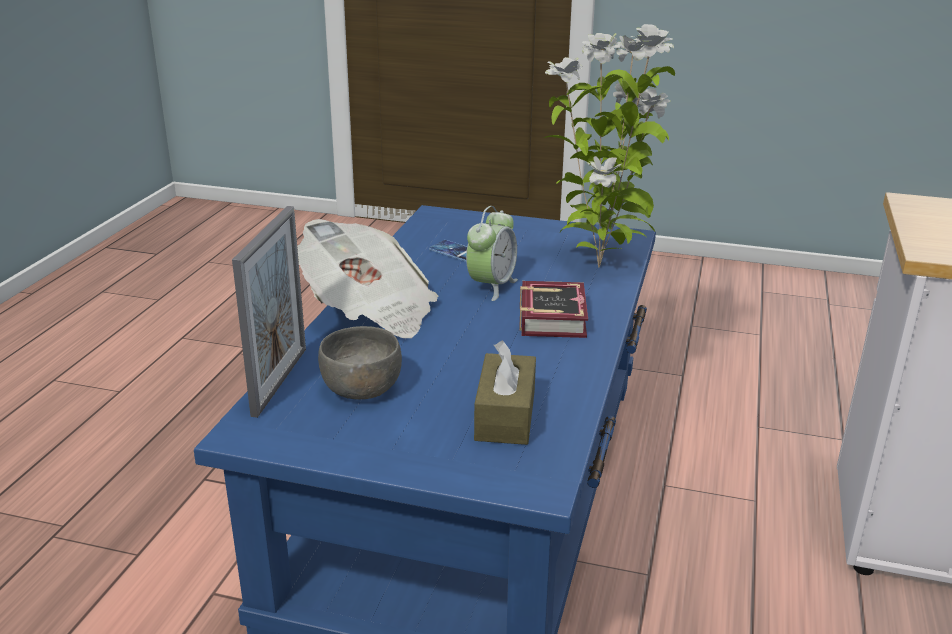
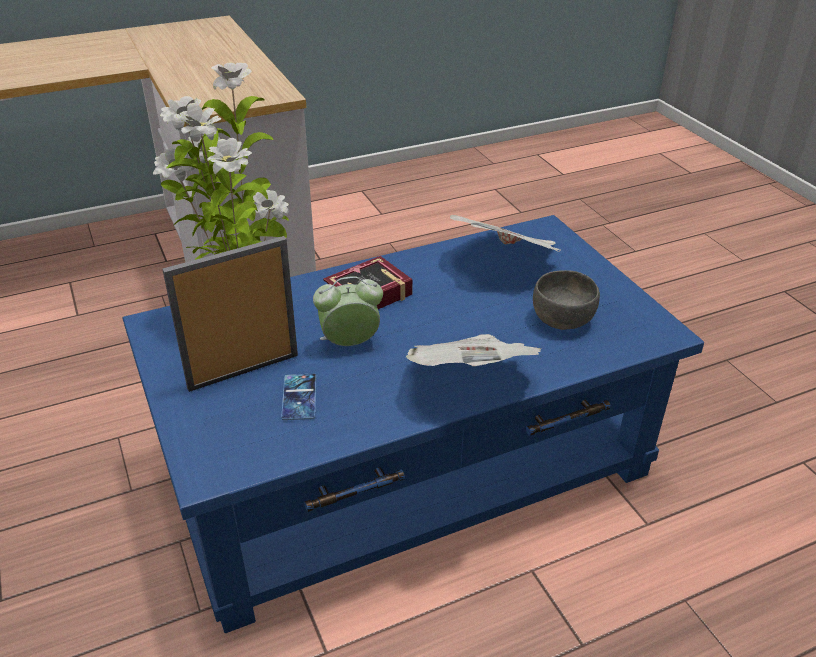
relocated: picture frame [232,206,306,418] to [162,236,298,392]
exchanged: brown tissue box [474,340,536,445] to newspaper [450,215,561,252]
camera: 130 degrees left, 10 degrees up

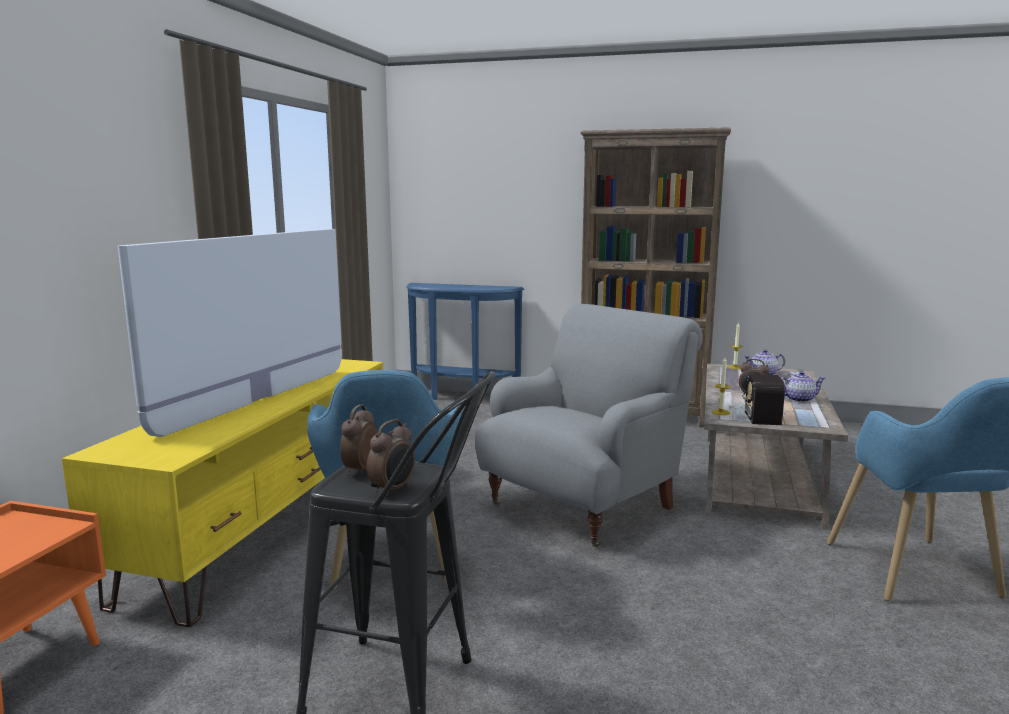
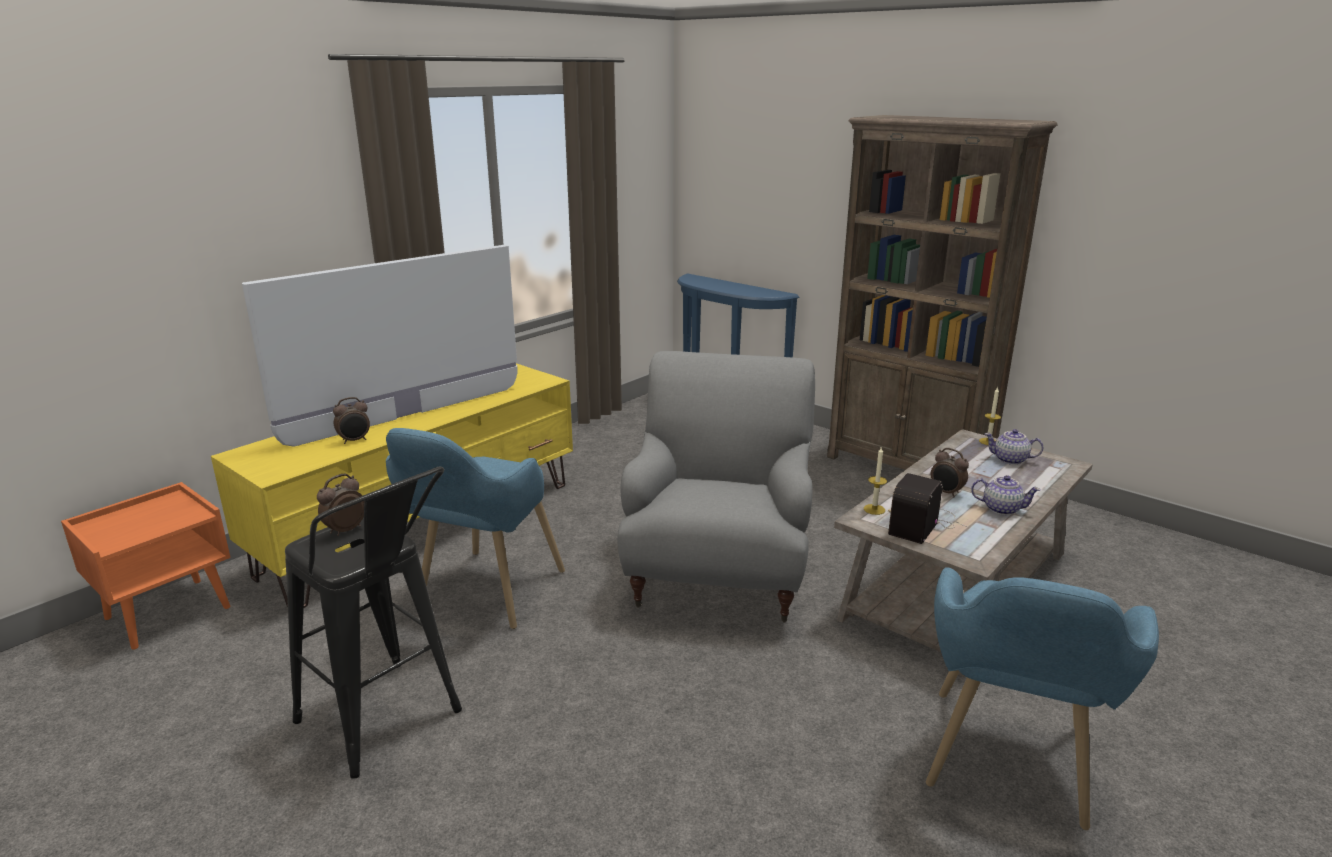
relocated: alarm clock [366,419,415,496] to [333,397,370,444]
spun: grey armchair [475,304,703,548] = [617,351,815,622] 60 degrees counterclockwise
camera: 25 degrees right, 10 degrees up

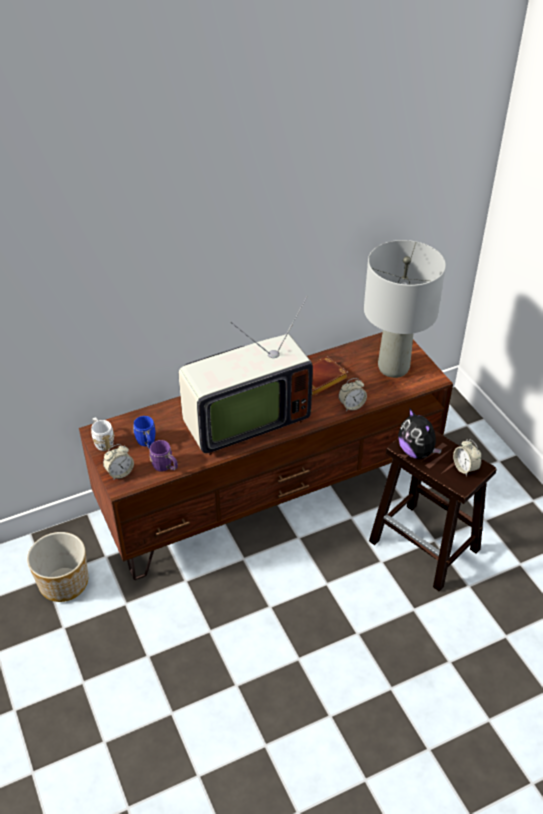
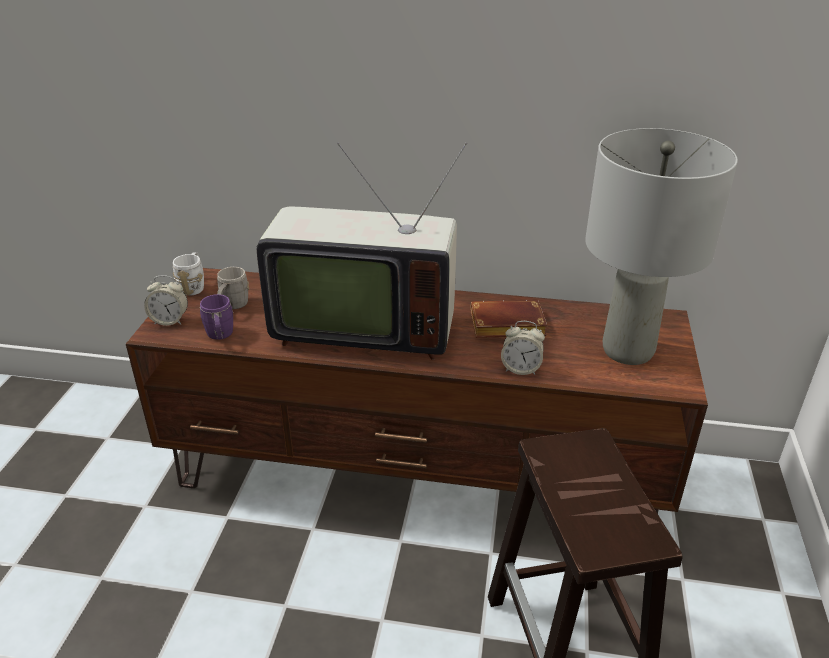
missing: plush toy [398,408,442,459]; alarm clock [453,439,482,476]; planter [27,532,88,602]
colour: blue mug [133,416,155,449] to grey mug [217,267,249,309]
camera: 35 degrees right, 10 degrees down

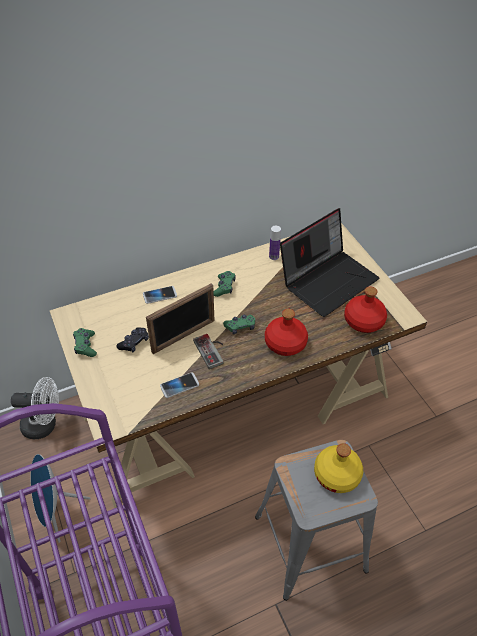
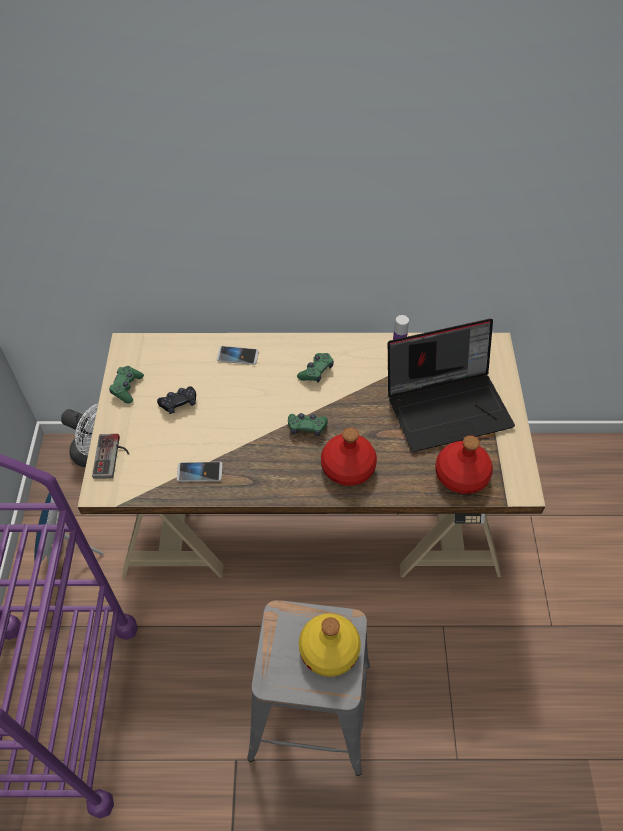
missing: picture frame [146,283,214,354]
relocated: game controller [193,334,223,369] to [92,434,129,479]
camera: 25 degrees right, 5 degrees up

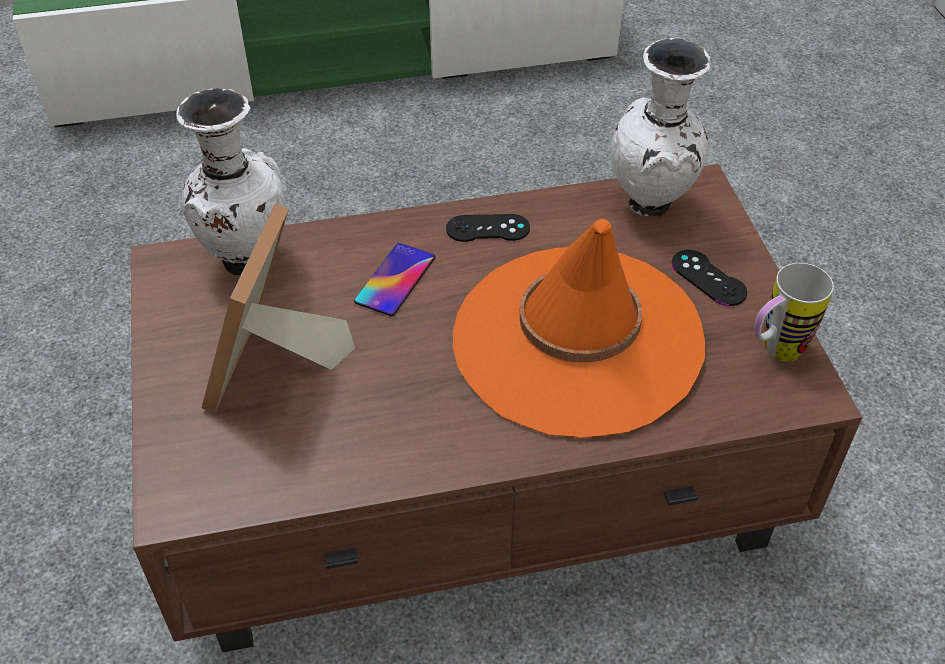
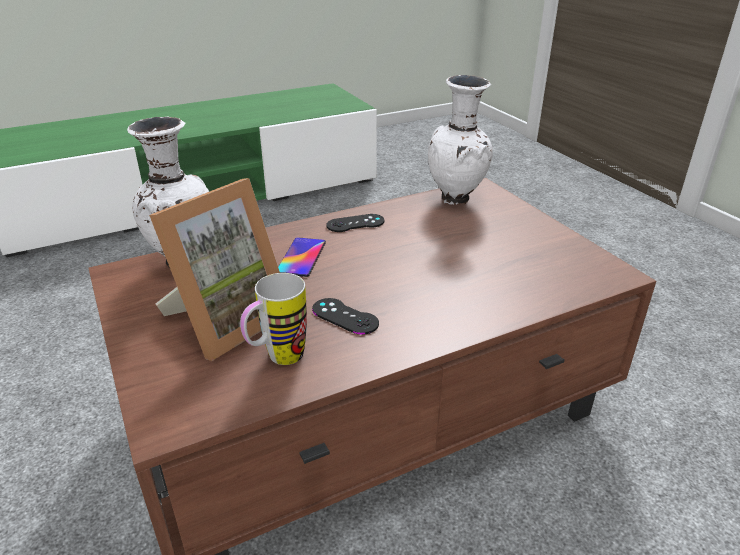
missing: orange hat [453,219,705,438]
relocated: black game controller [672,250,747,306] to [312,298,379,335]; mug [754,263,834,362] to [240,273,307,365]
spun: picture frame [202,203,355,413] = [149,178,280,361] 135 degrees counterclockwise
camera: 15 degrees left, 15 degrees down

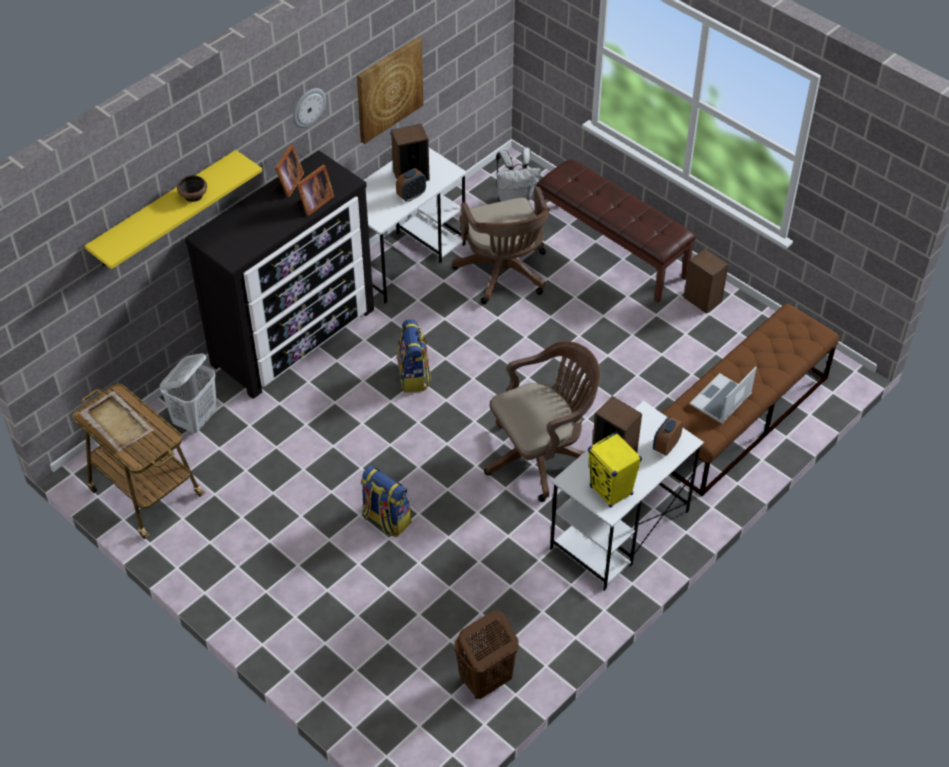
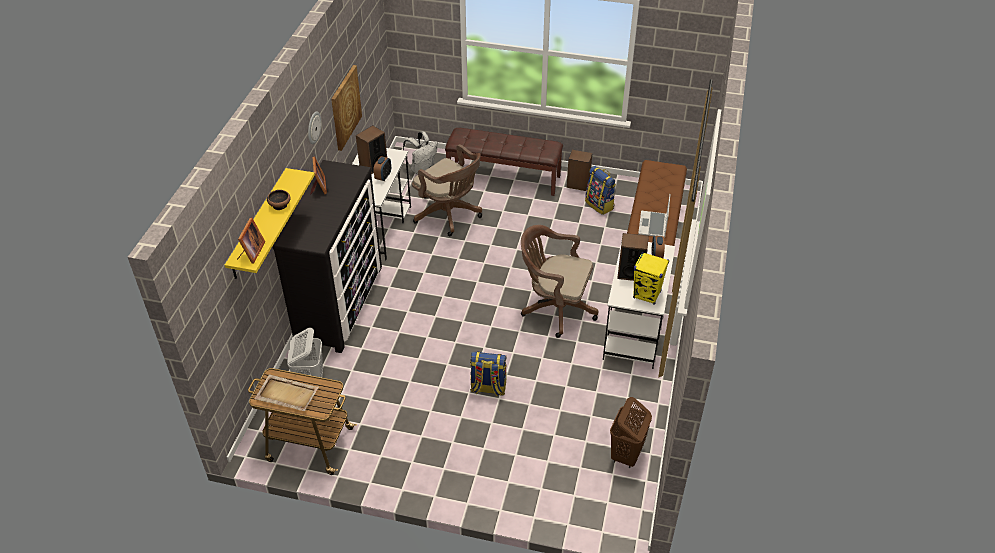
relocated: picture frame [295,165,335,216] to [237,218,265,263]; backpack [397,319,431,393] to [585,166,616,215]
spun: brown office chair [484,341,600,502] = [521,225,599,338] 105 degrees counterclockwise
camera: 30 degrees left, 5 degrees down

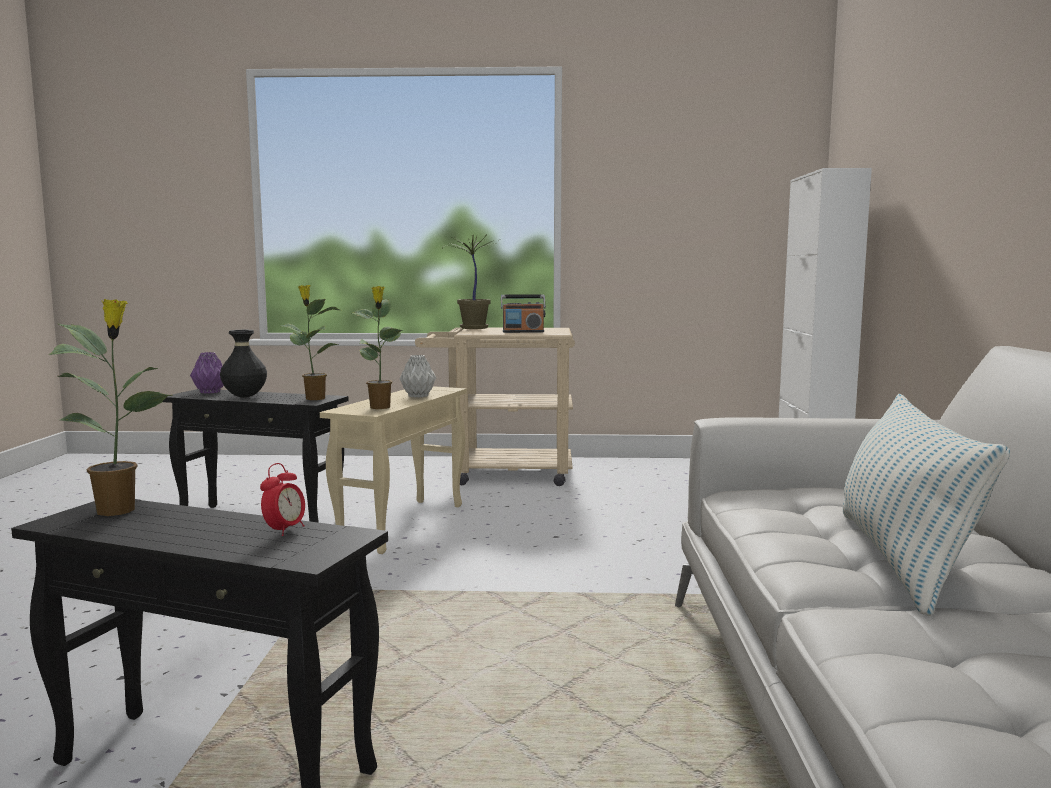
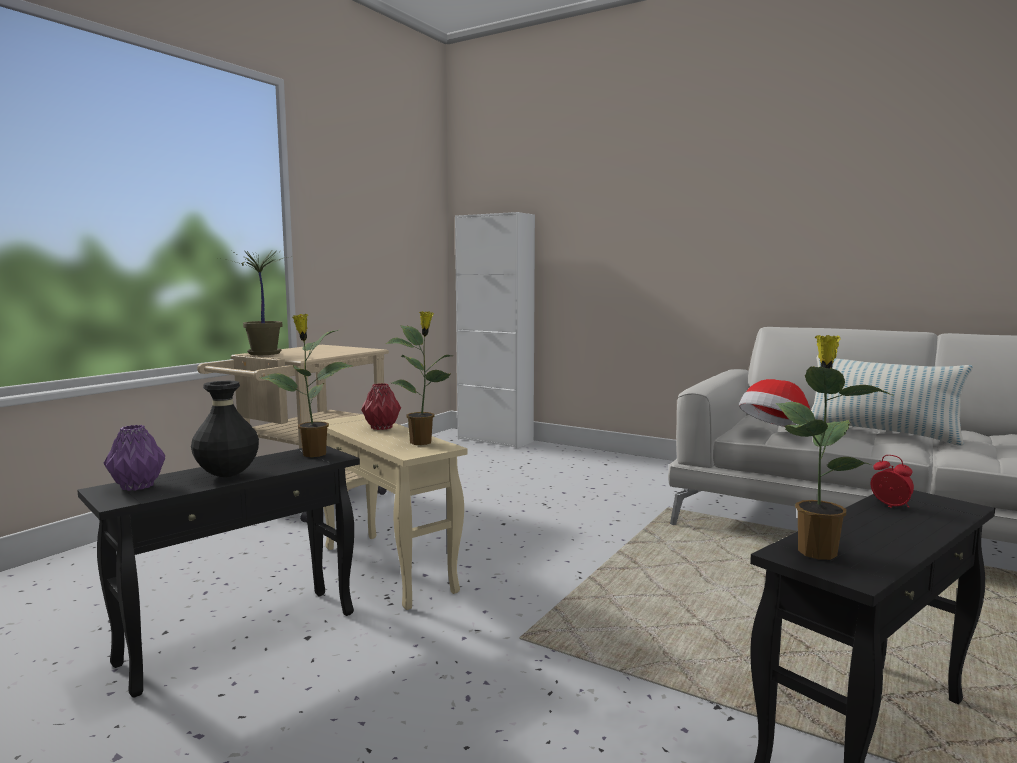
missing: radio [501,295,546,333]
appeared: hat [739,379,810,427]
colour: grey vase [400,355,436,398] to red vase [361,383,401,430]
camera: 60 degrees left, 0 degrees up

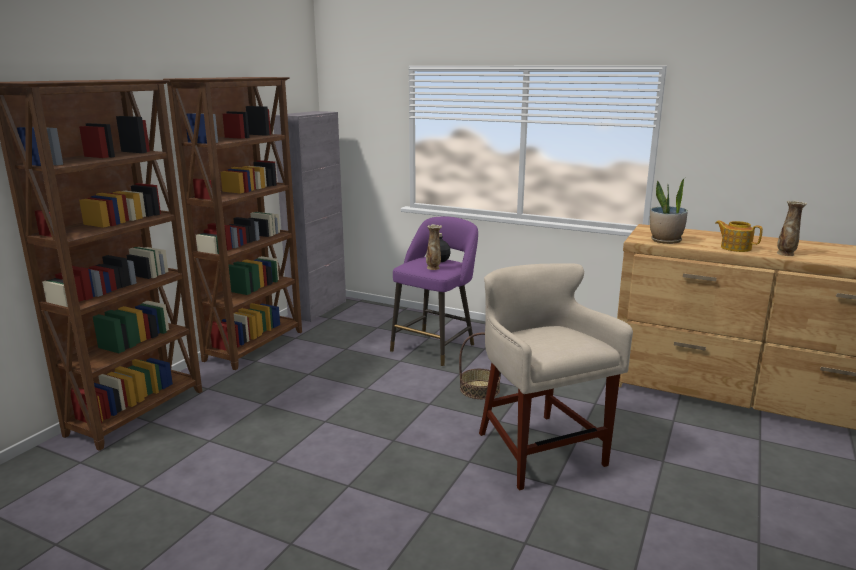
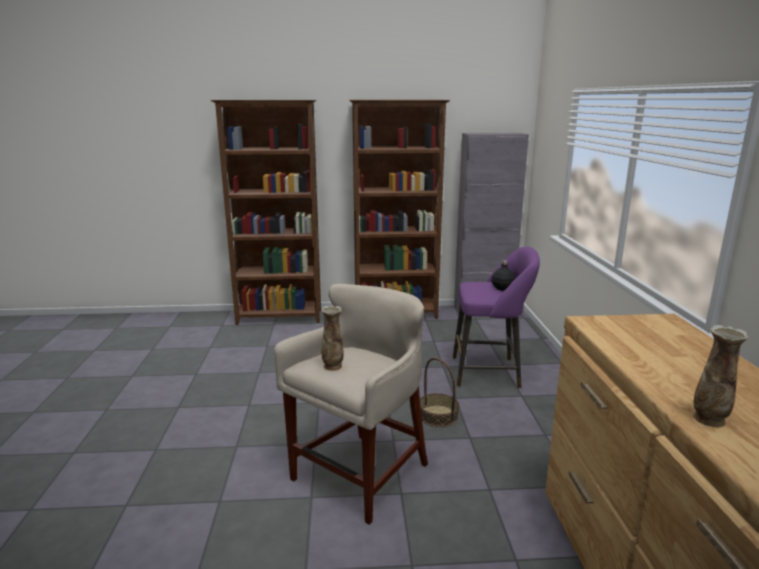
missing: potted plant [650,178,688,244]; teapot [715,220,763,252]
relocated: vase [426,224,442,270] to [321,306,344,371]
camera: 60 degrees right, 0 degrees up

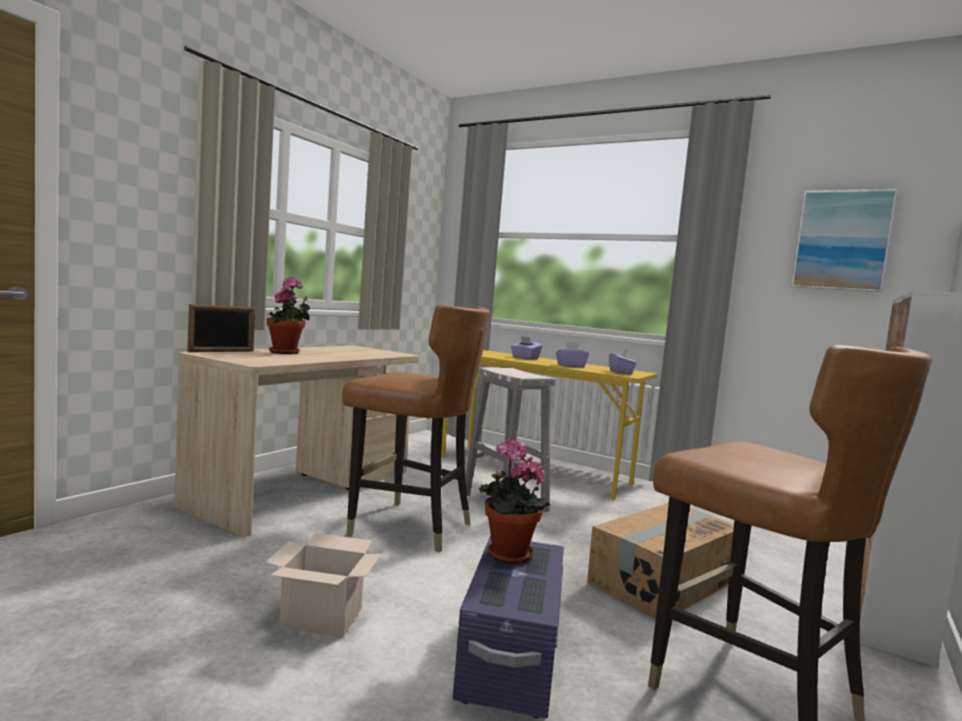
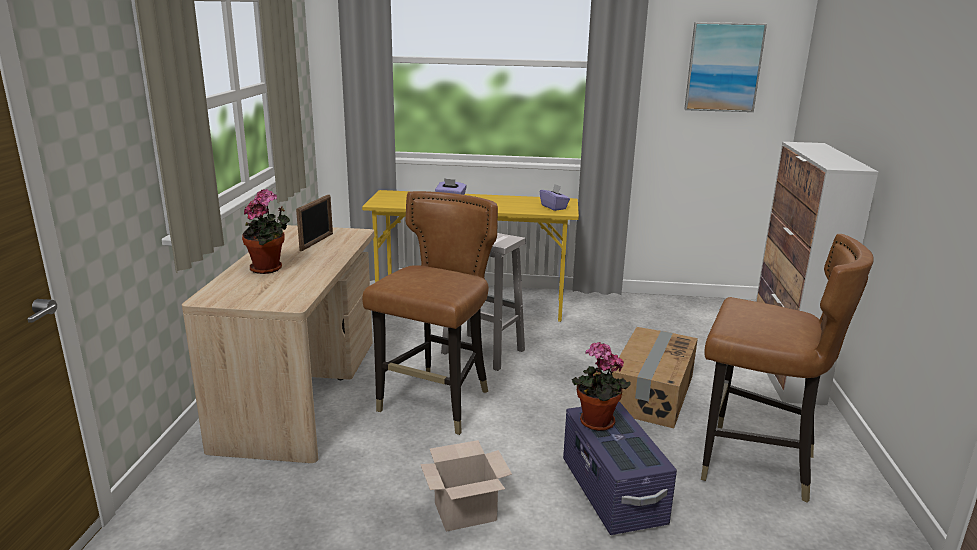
missing: purple tissue box [556,342,589,368]
relocated: picture frame [187,304,255,352] to [296,194,333,251]
spun: brown chair [342,305,490,552] = [362,191,498,435] 60 degrees counterclockwise
camera: 25 degrees left, 15 degrees up

